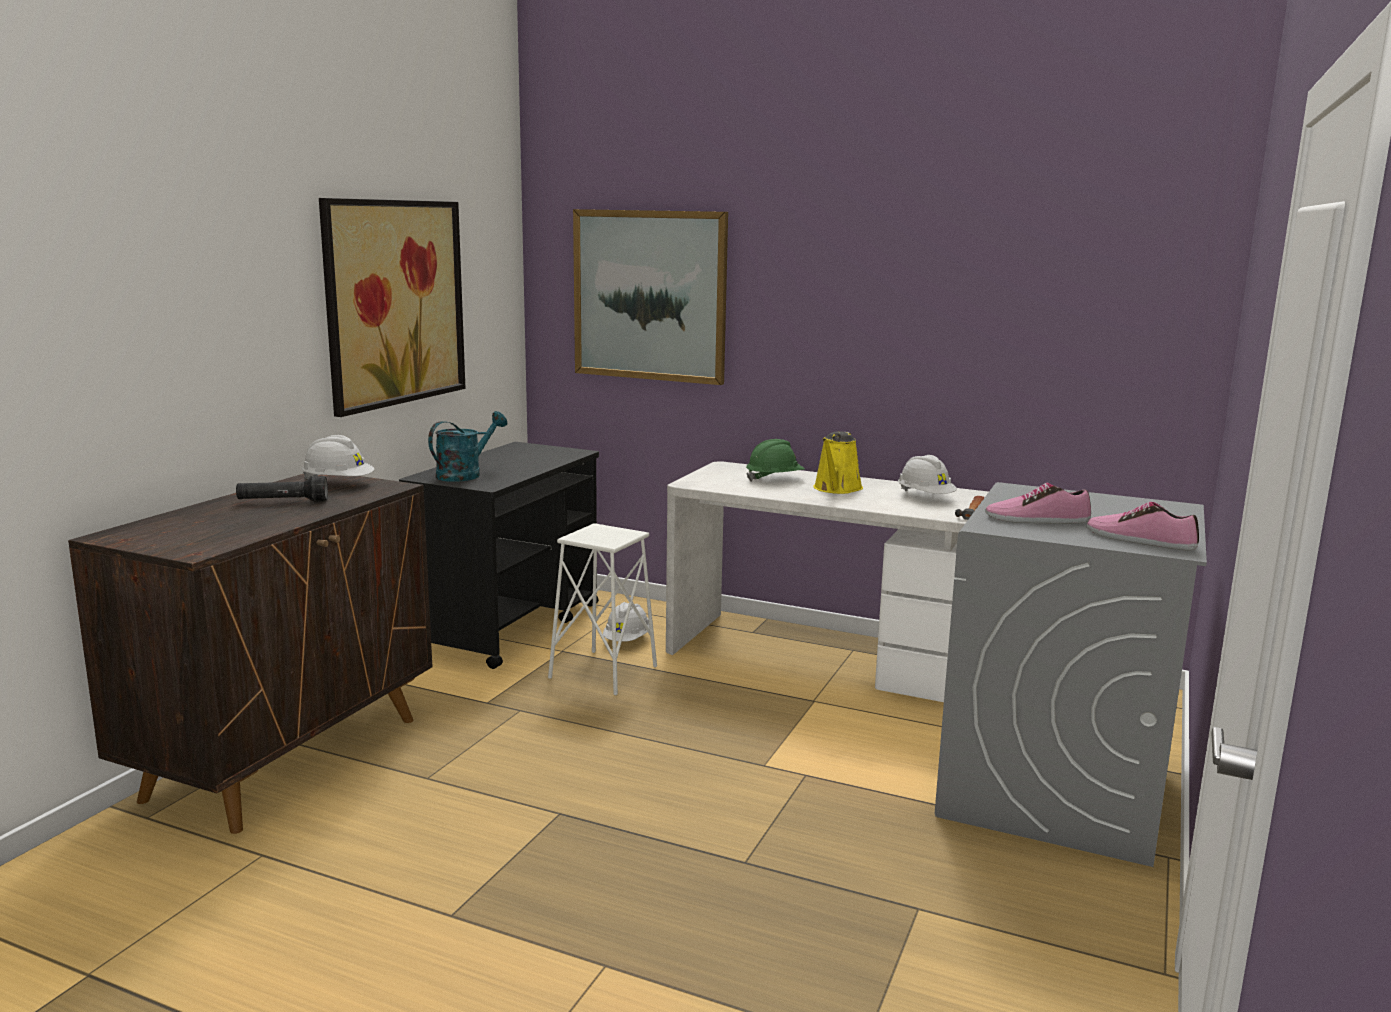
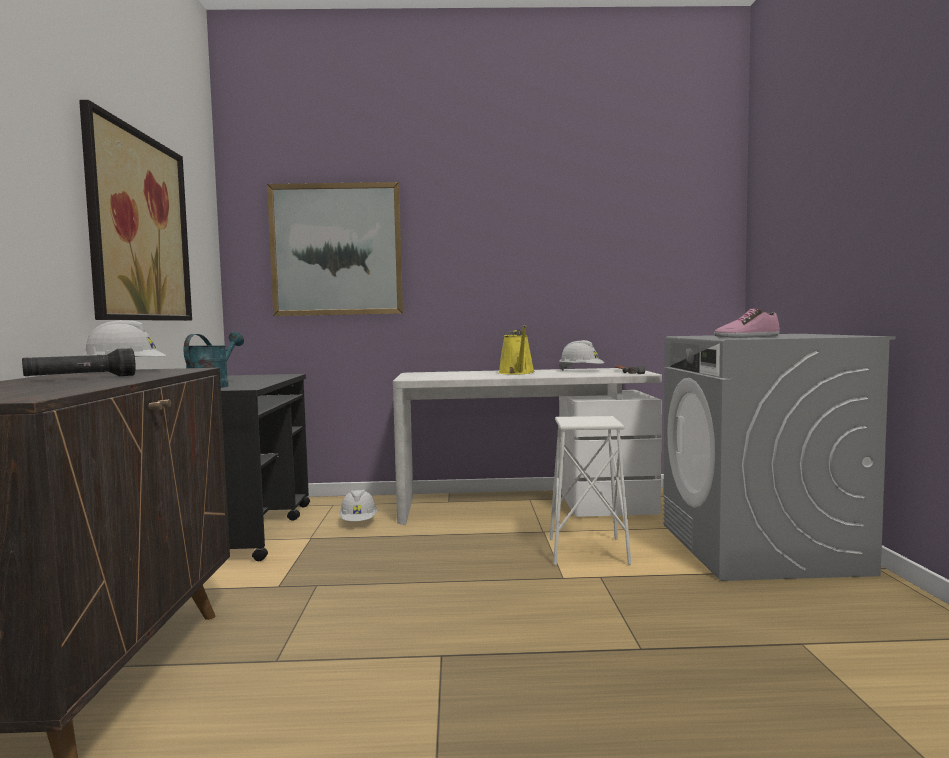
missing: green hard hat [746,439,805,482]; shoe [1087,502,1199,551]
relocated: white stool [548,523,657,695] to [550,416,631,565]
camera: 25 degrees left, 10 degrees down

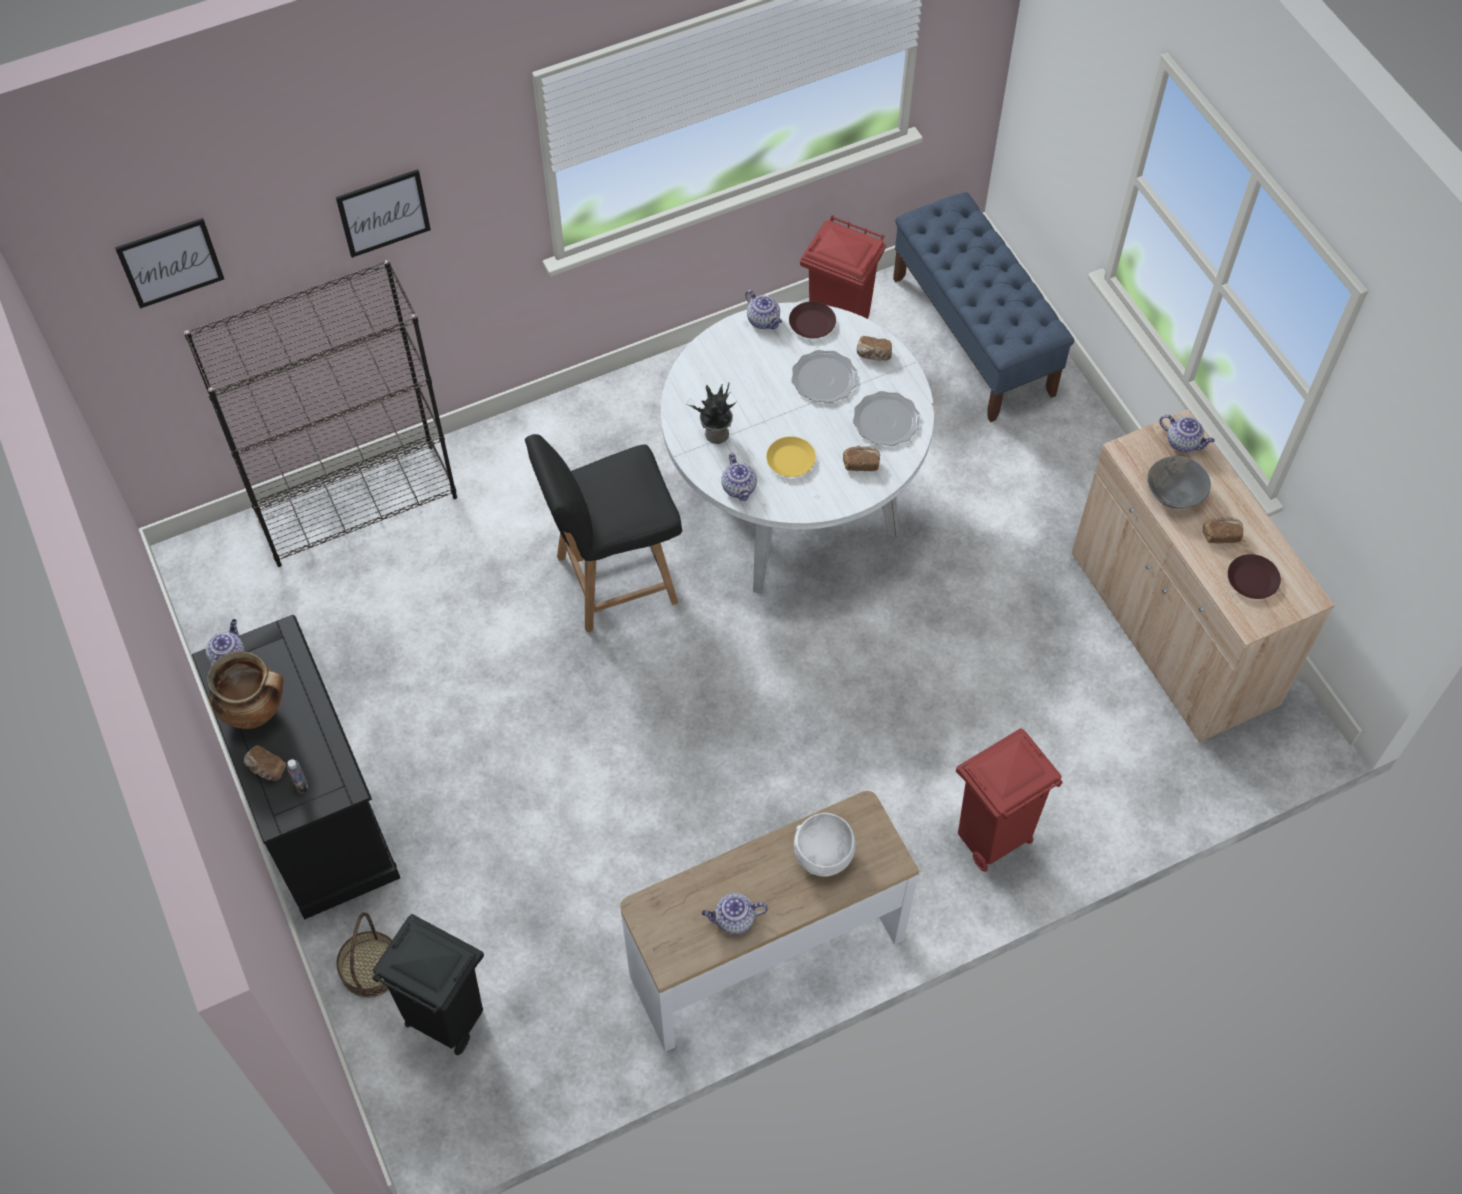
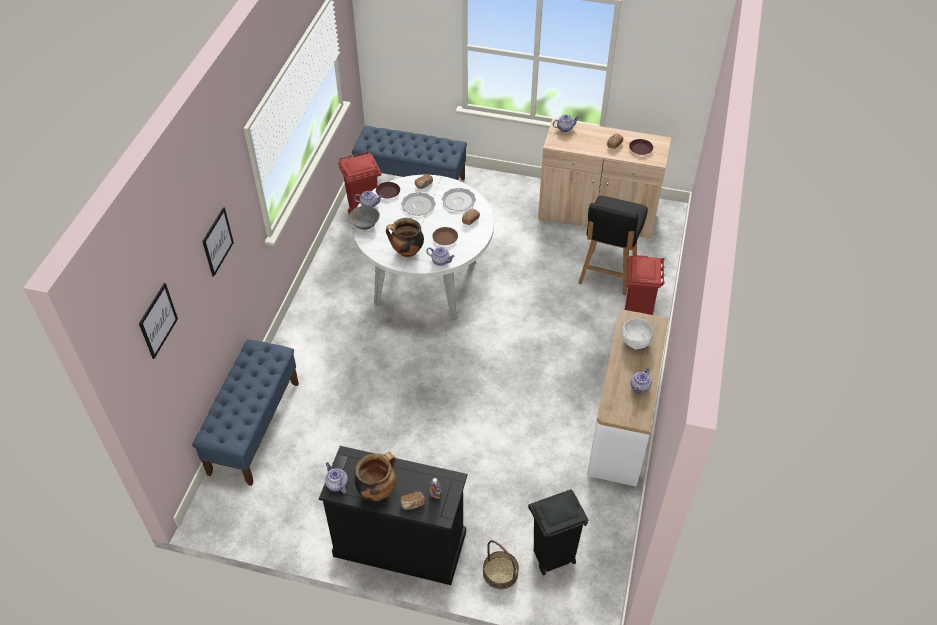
relocated: black chair [525,434,682,633] to [578,196,648,295]; grey bowl [1147,456,1211,509] to [349,206,380,230]
exchanged: black bookcase [184,260,457,567] to blue bench [192,339,299,486]; potted plant [687,383,736,444] to cooking pot [386,218,424,257]
colour: yellow plate [766,436,816,477] to brown plate [432,227,458,245]
camera: 50 degrees left, 10 degrees down

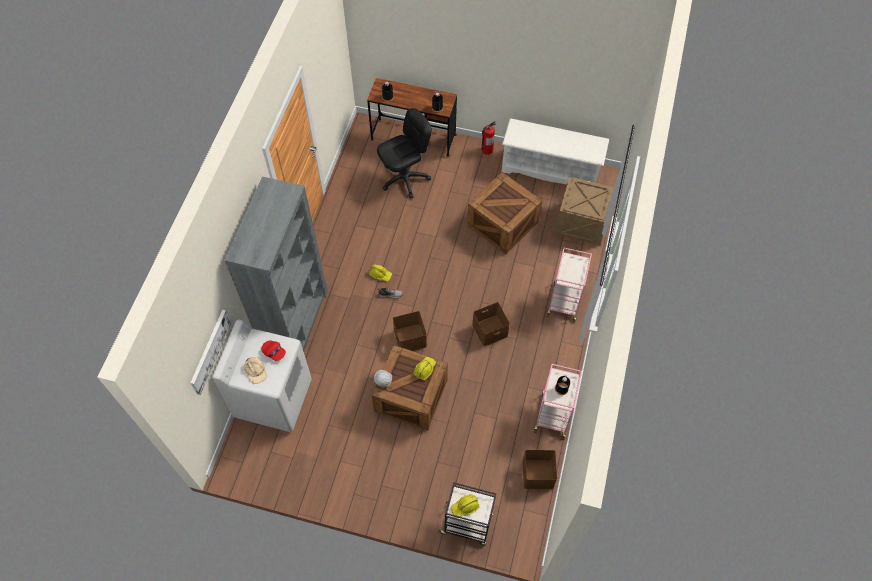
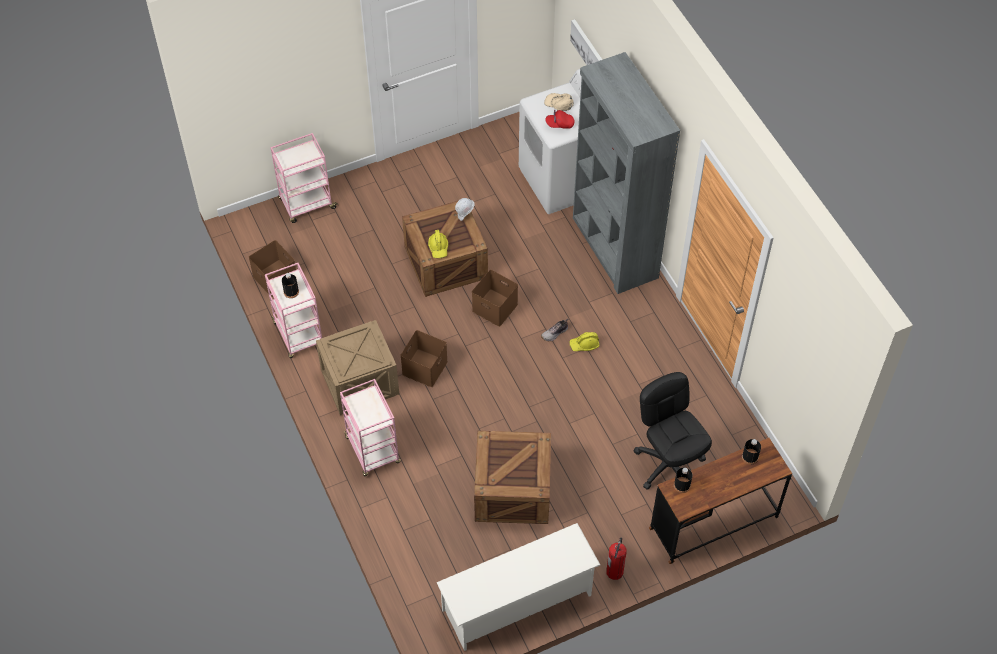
missing: yellow hard hat [451,494,479,518]
relocated: crate [555,177,614,245] to [316,320,399,415]
colour: black cart [438,482,496,546] to pink cart [270,133,338,223]
spun: black office chair [377,108,432,199] = [634,372,712,489] 135 degrees clockwise
camera: 140 degrees right, 5 degrees down

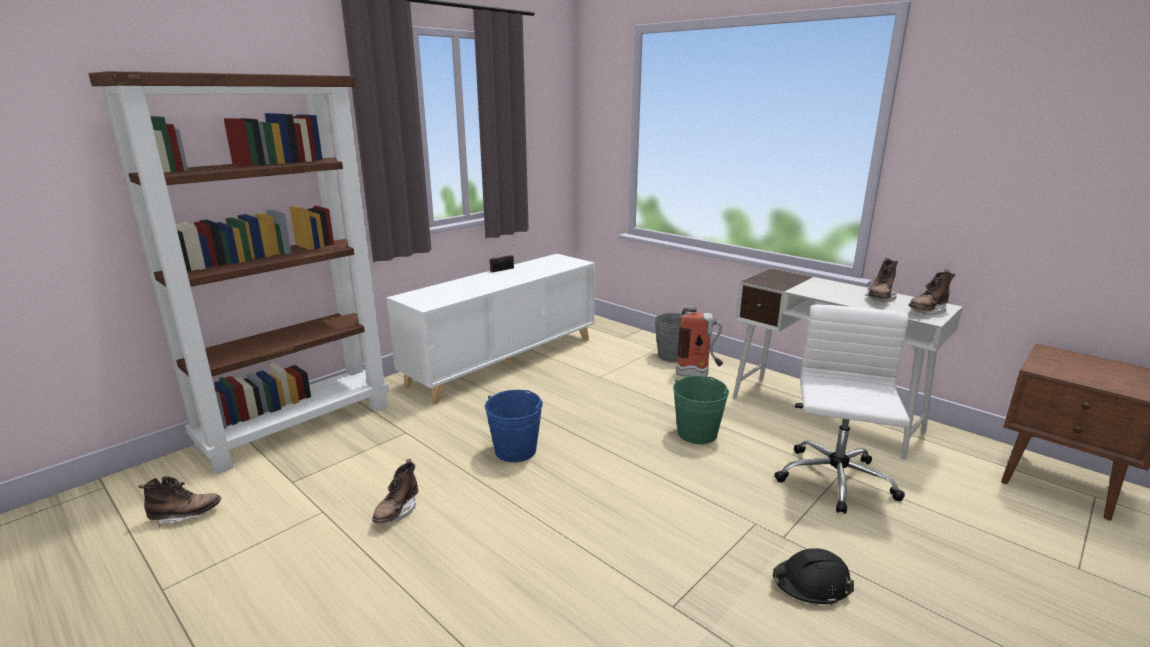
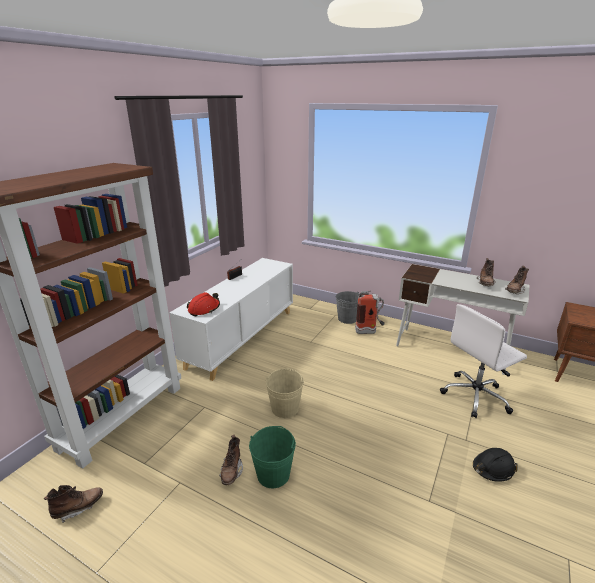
appeared: red hard hat [187,292,220,316]
relocated: green bucket [673,376,729,444] to [249,426,296,488]
colour: blue bucket [485,390,543,462] to beige bucket [266,368,304,418]
spun: white office chair [774,304,910,514] = [440,304,527,418] 120 degrees counterclockwise
camera: 15 degrees left, 5 degrees up

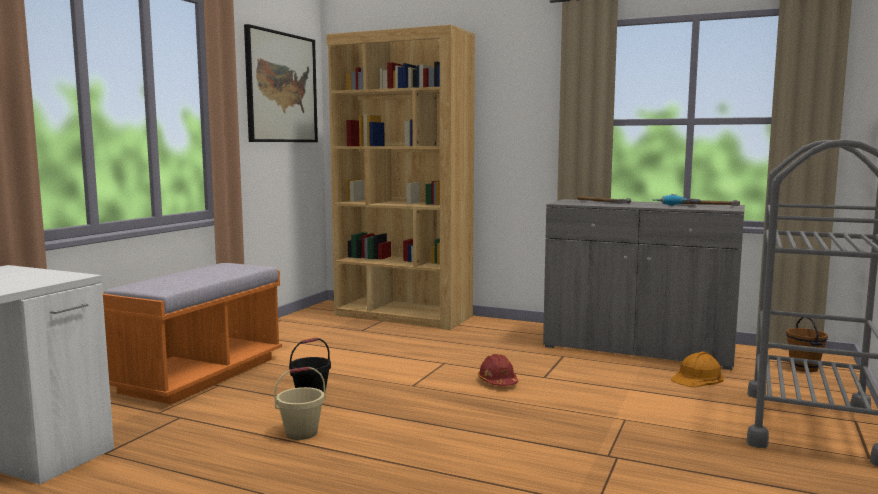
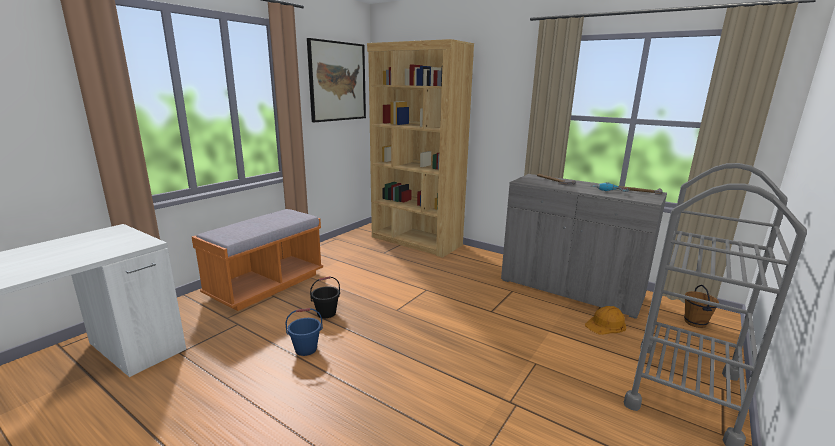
missing: red hard hat [478,354,518,386]
colour: beige bucket [274,367,325,440] to blue bucket [285,308,323,356]
camera: 10 degrees right, 10 degrees up

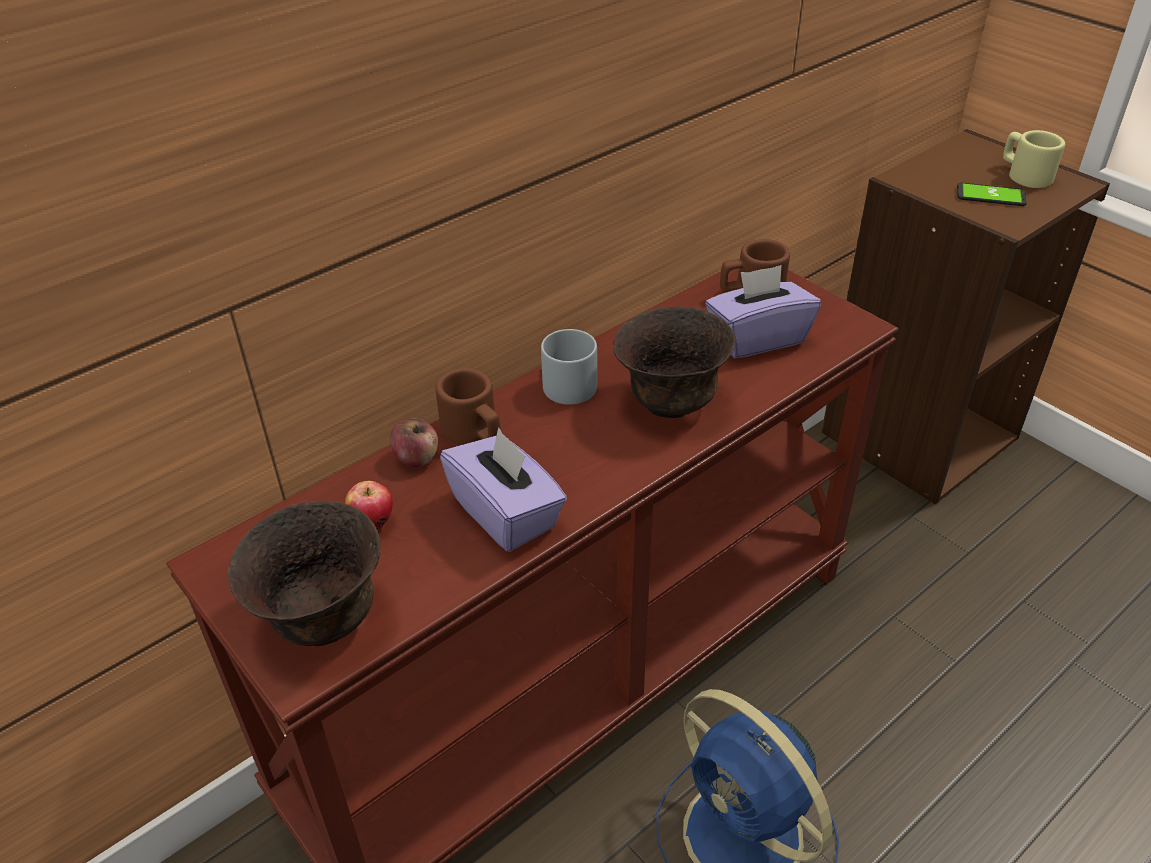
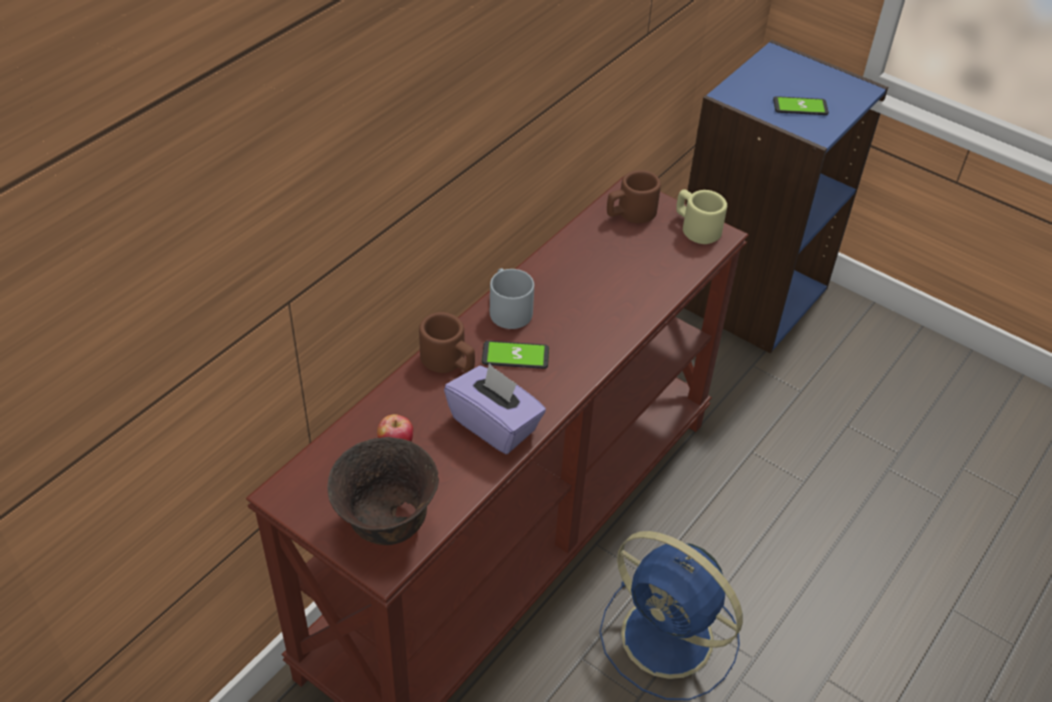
missing: purple tissue box [706,265,821,358]; brown bowl [613,306,735,418]; apple [390,418,438,467]
appeared: phone [482,341,549,369]
relocated: beige mug [1003,130,1065,188] to [676,189,727,244]
colour: brown bookcase [821,129,1110,504] to blue bookcase [684,40,888,353]
camera: 15 degrees left, 5 degrees up

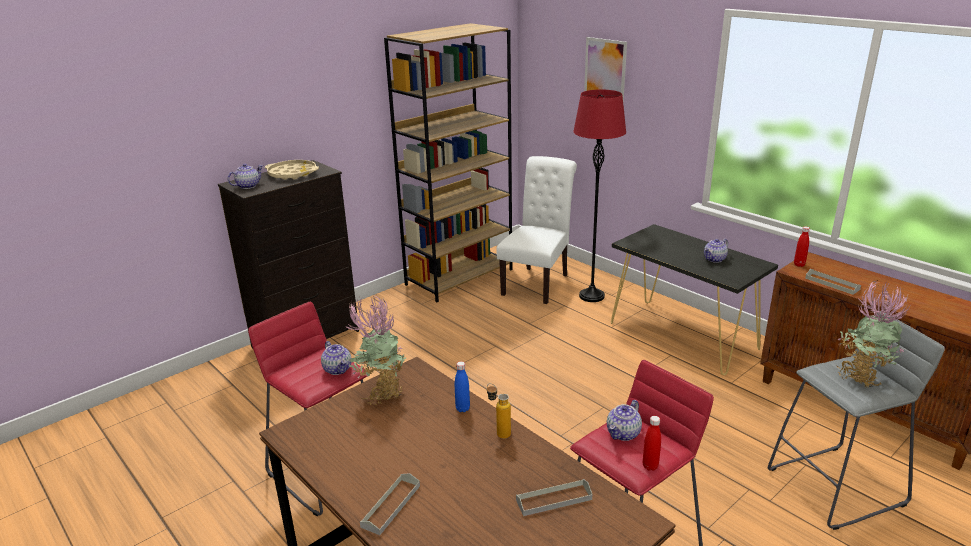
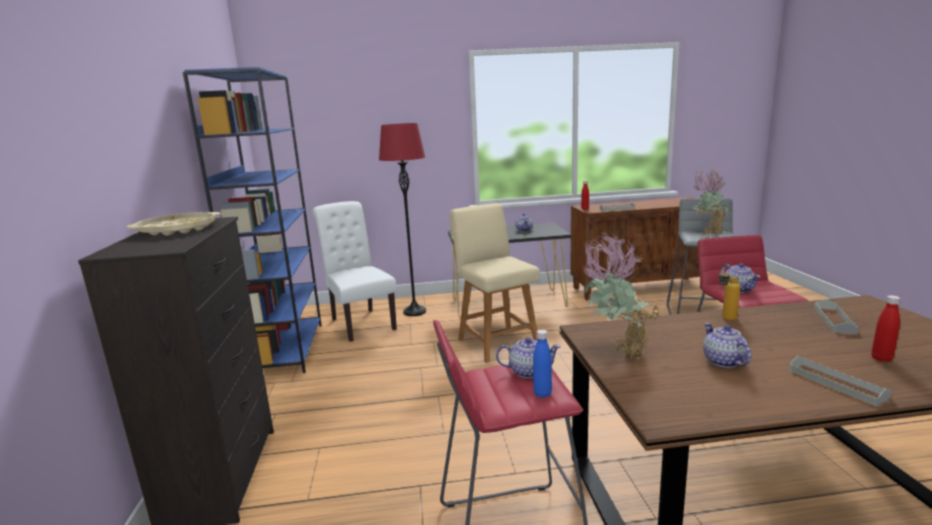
missing: picture [584,37,627,102]
appeared: beige chair [450,203,540,363]
relocated: teapot [228,164,263,189] to [703,323,751,368]; blue bottle [455,361,470,412] to [533,330,552,398]; red bottle [643,416,661,471] to [871,295,901,362]
colour: brown bookcase [384,23,512,303] to blue bookcase [183,67,322,373]
camera: 55 degrees left, 10 degrees down

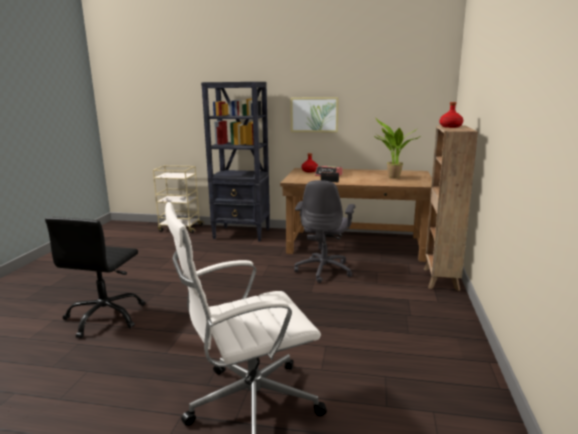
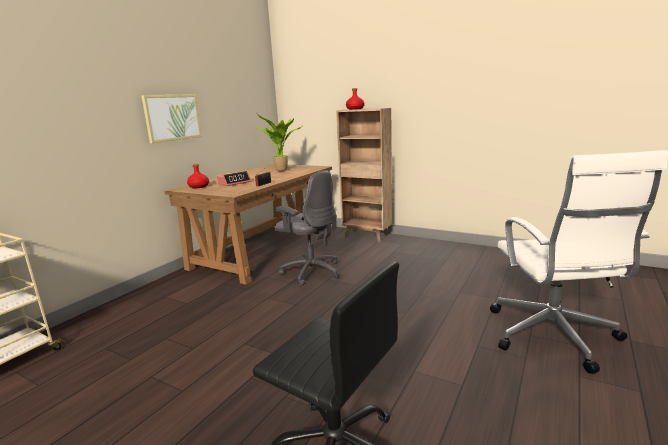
missing: black bookcase [201,82,270,242]
camera: 70 degrees left, 0 degrees up

